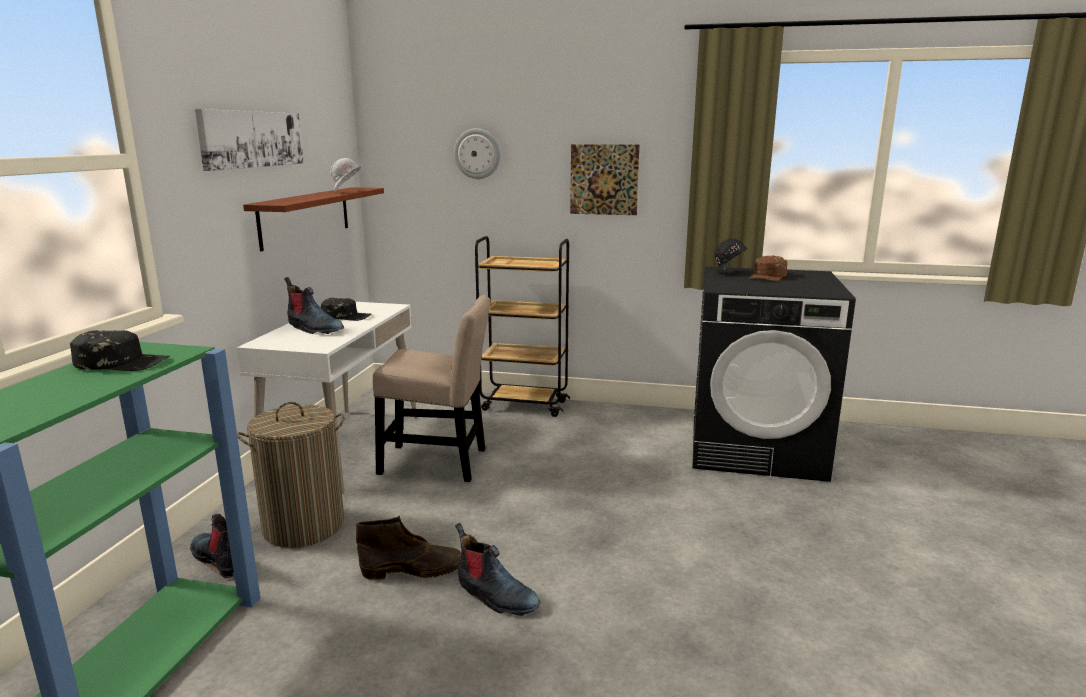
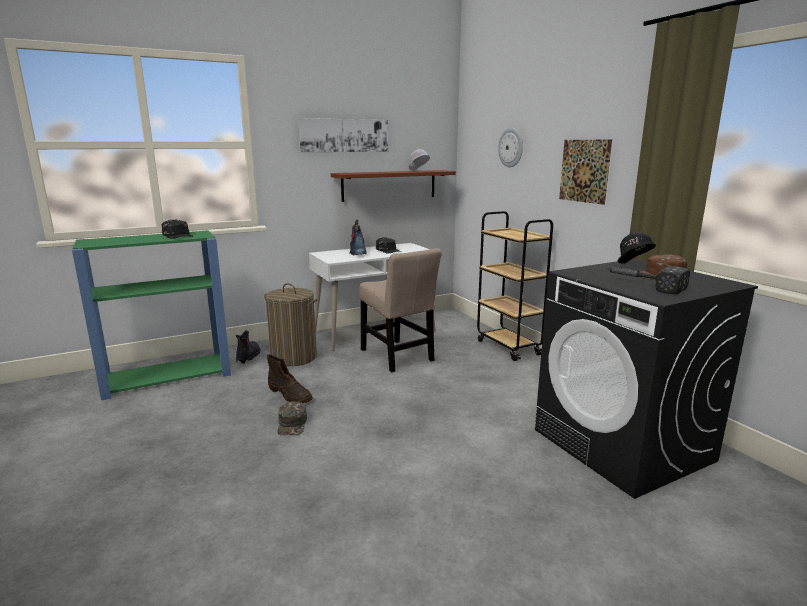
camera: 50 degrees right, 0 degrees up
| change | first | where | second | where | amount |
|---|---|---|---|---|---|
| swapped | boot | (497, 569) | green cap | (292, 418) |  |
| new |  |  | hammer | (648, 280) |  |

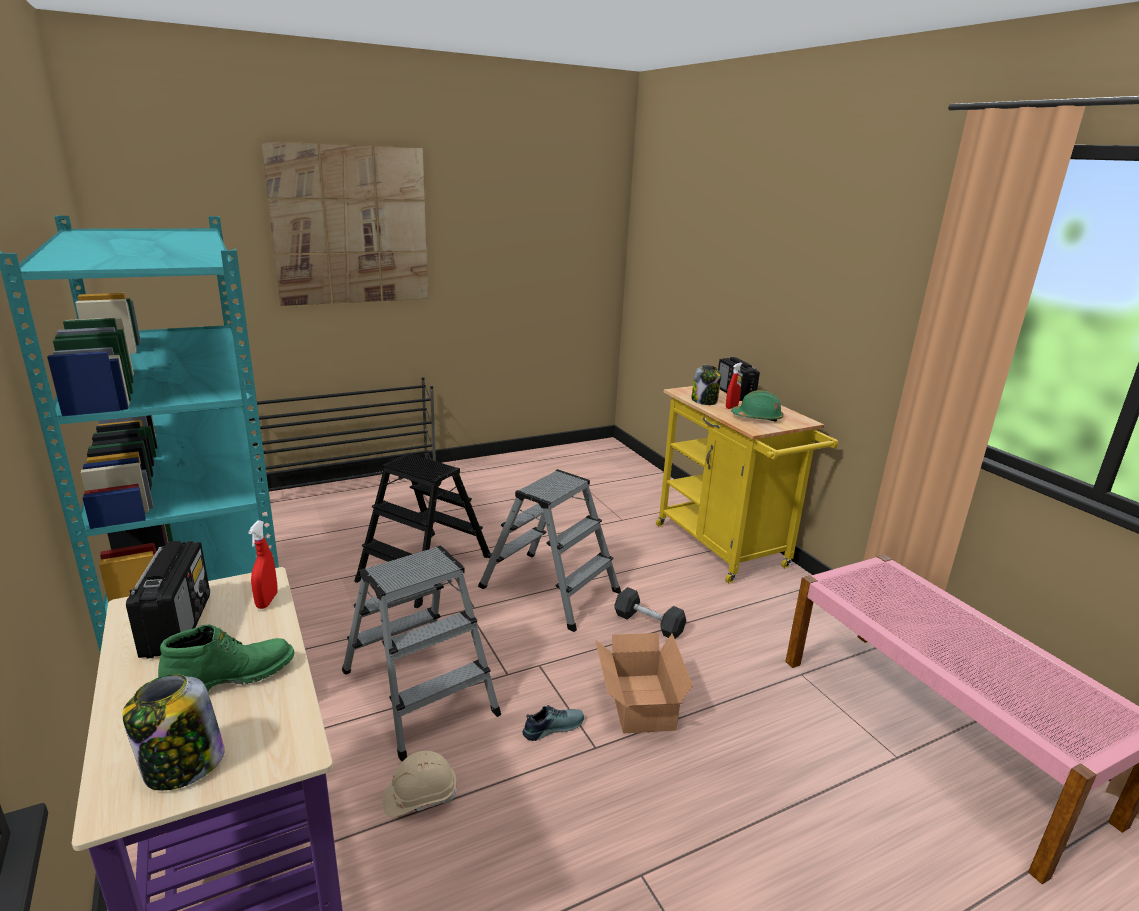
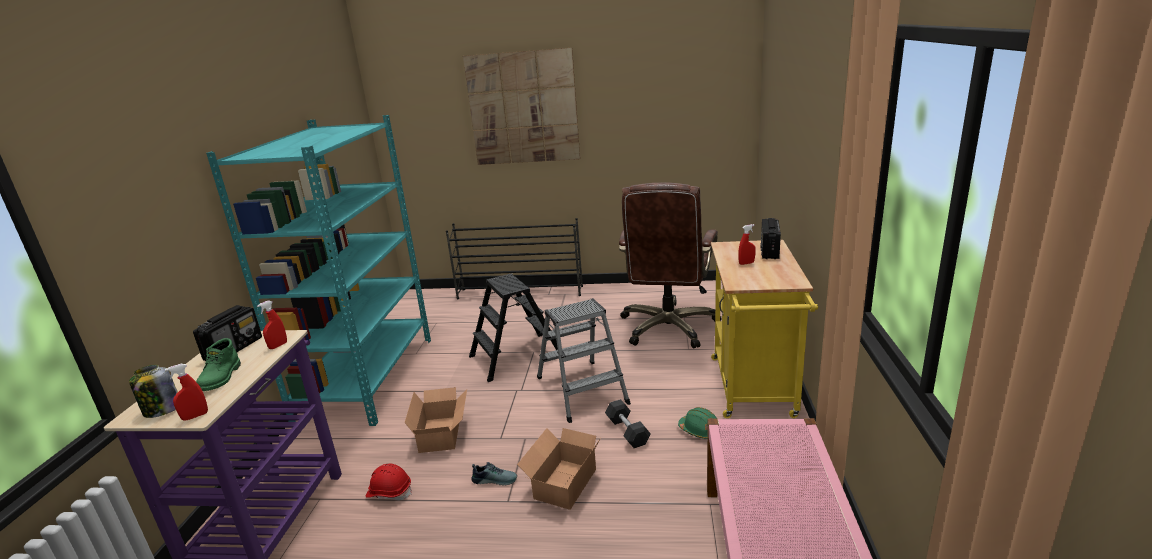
camera: 35 degrees right, 0 degrees up
| change | first | where | second | where | amount |
|---|---|---|---|---|---|
| gone | jar | (706, 385) |  |  |  |
| shifted | green hard hat | (757, 406) |  | (697, 423) |  |
| swapped | grey step ladder | (421, 653) | cardboard box | (435, 420) |  |
| rotated | green boot | (226, 658) |  | (218, 364) | 90 degrees clockwise |
| repainted | beige hard hat | (420, 784) | red hard hat | (388, 482) |  |
| new |  |  | brown office chair | (670, 265) |  |
| new |  |  | red spray bottle | (186, 392) |  |

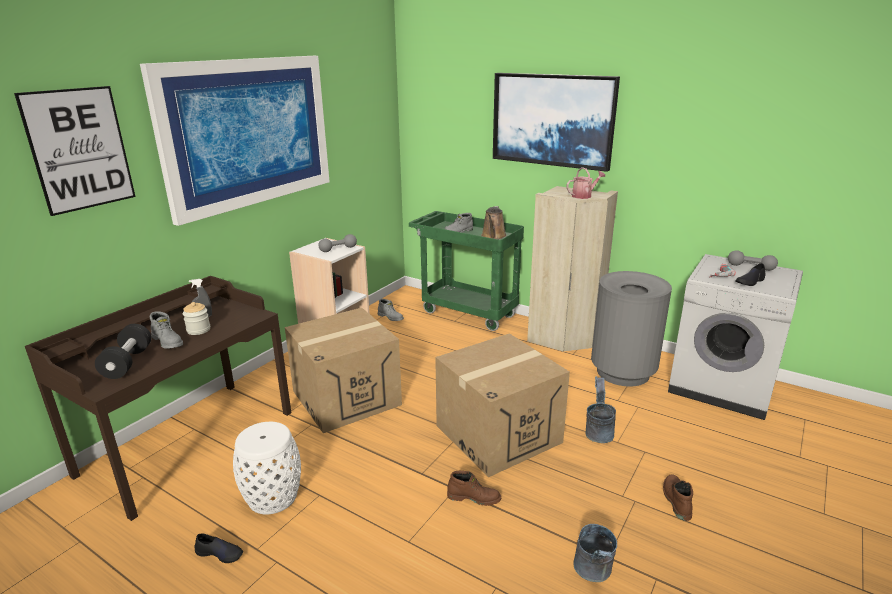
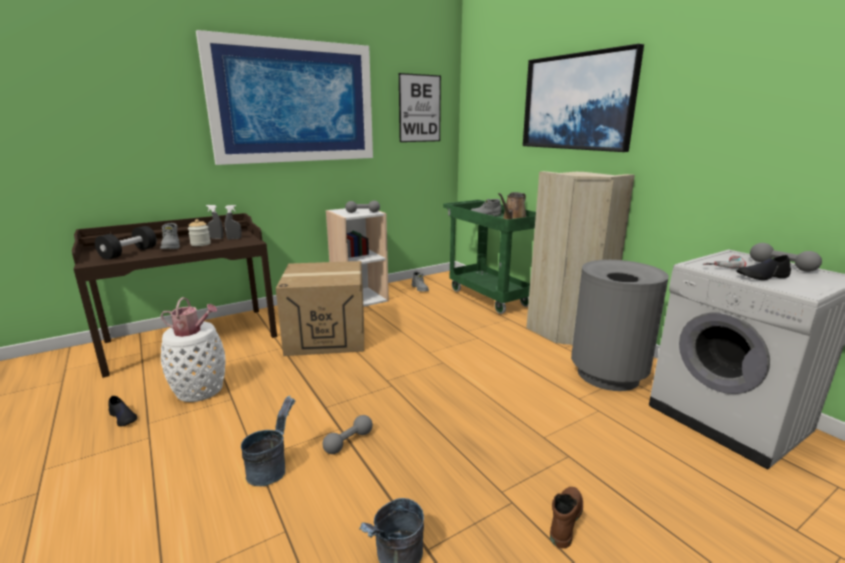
camera: 25 degrees right, 5 degrees down
| change | first | where | second | where | amount |
|---|---|---|---|---|---|
| shifted | picture | (75, 151) |  | (420, 107) |  |
| shifted | watering can | (586, 183) |  | (188, 317) |  |
| gone | cardboard box | (502, 405) |  |  |  |
| shifted | grey bucket | (600, 409) |  | (268, 441) |  |
| swapped | brown boot | (474, 488) | grey dumbbell | (348, 434) |  |
| new |  |  | grey spray bottle | (233, 222) |  |

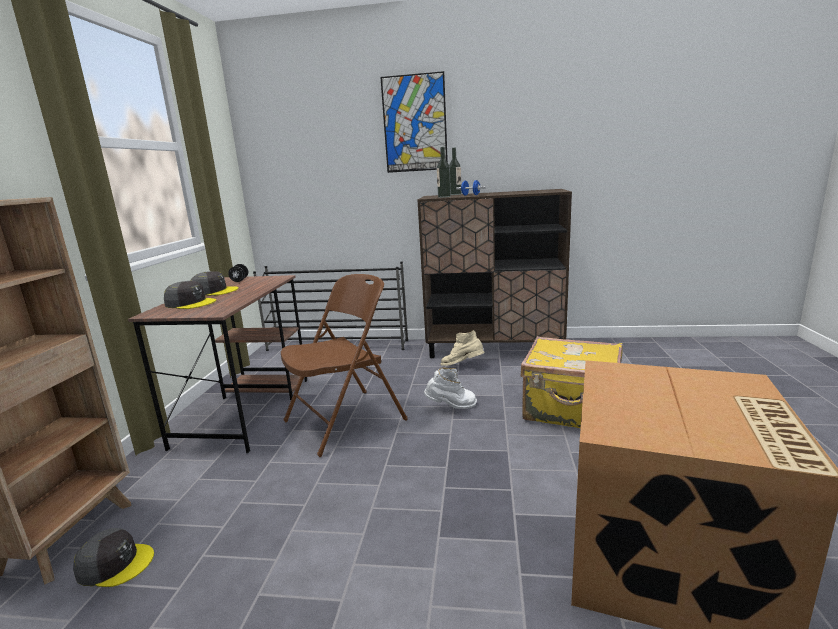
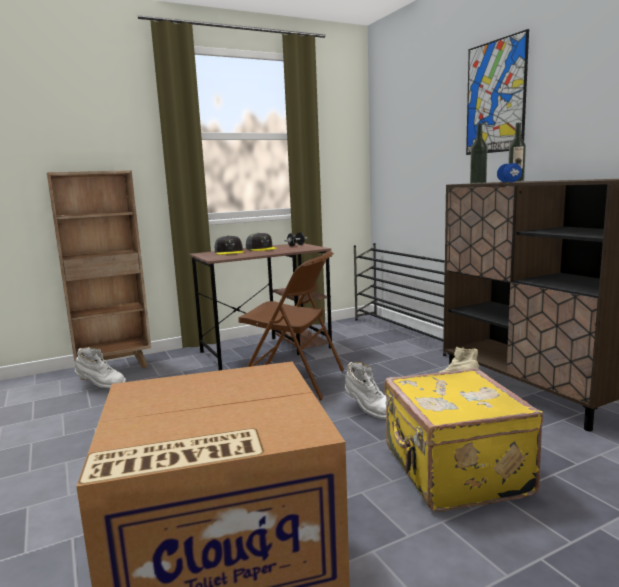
camera: 55 degrees right, 5 degrees down
| change | first | where | second | where | amount |
|---|---|---|---|---|---|
| swapped | grey cap | (113, 557) | white boot | (100, 367) |  |

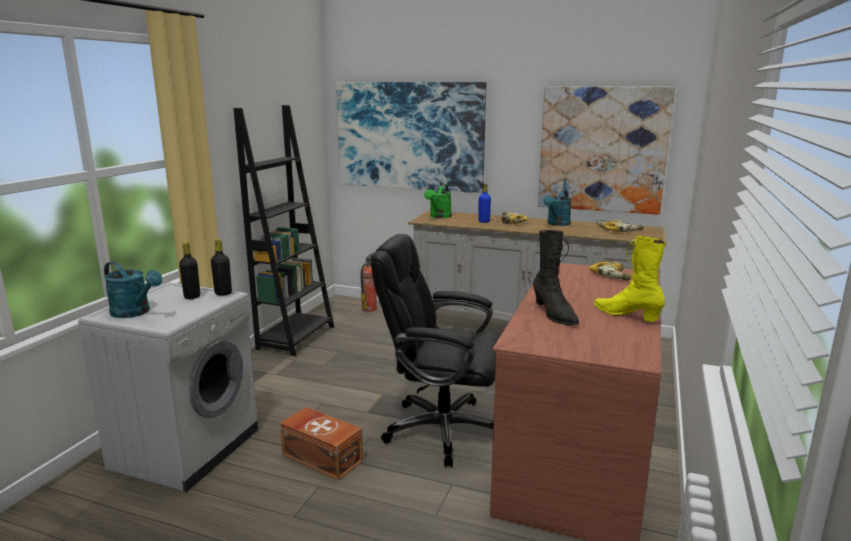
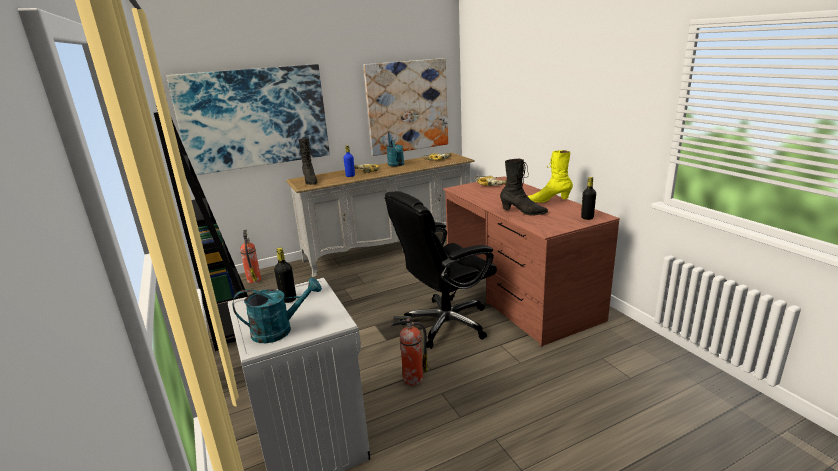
camera: 45 degrees left, 5 degrees up
| change | first | where | second | where | amount |
|---|---|---|---|---|---|
| swapped | green watering can | (438, 201) | black boot | (308, 161) |  |
| shifted | black bottle | (221, 267) |  | (588, 198) |  |
| swapped | brown storage box | (321, 444) | fire extinguisher | (409, 351) |  |

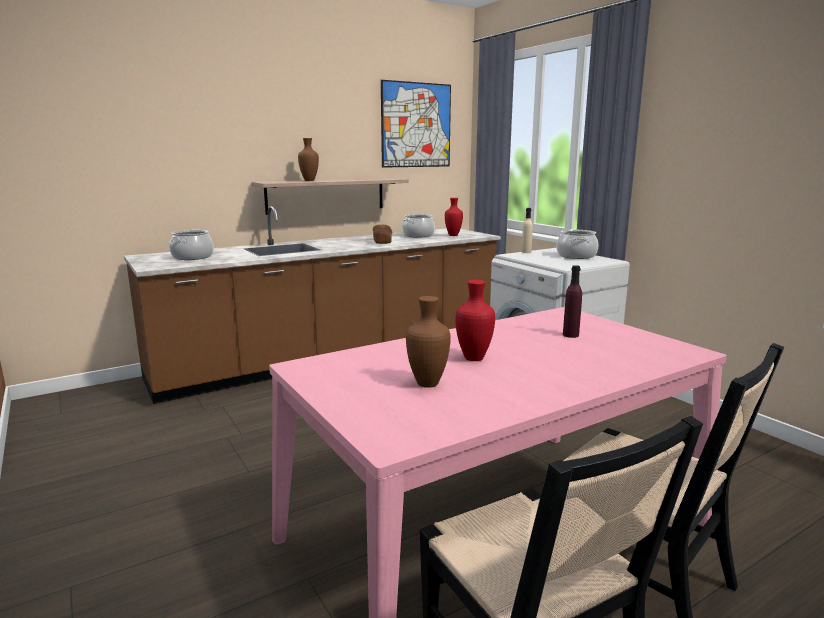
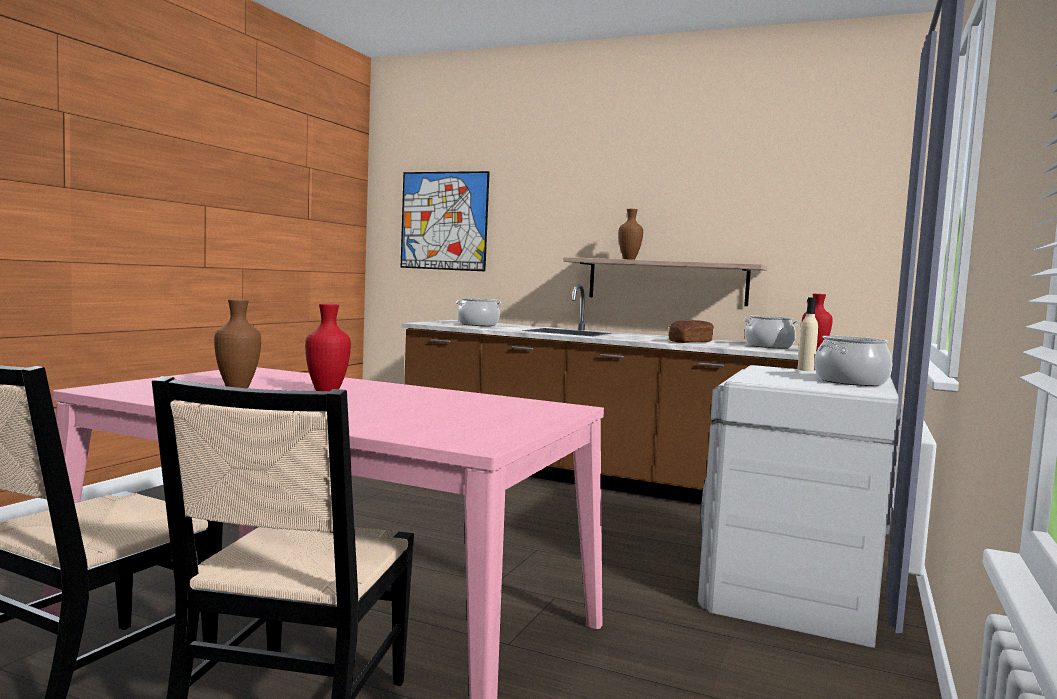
camera: 55 degrees right, 10 degrees down
| change | first | where | second | where | amount |
|---|---|---|---|---|---|
| shifted | picture | (416, 124) |  | (445, 221) |  |
| gone | purple bottle | (572, 301) |  |  |  |

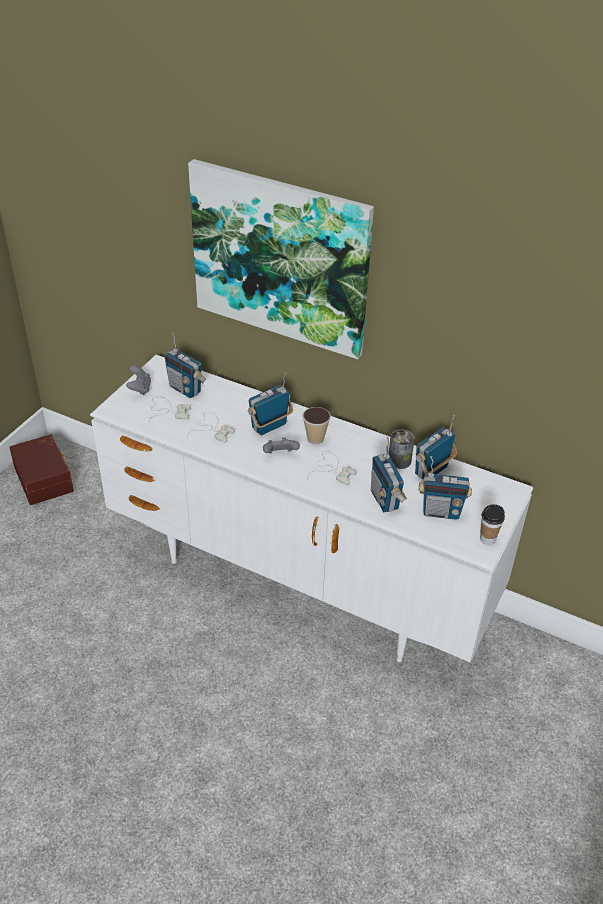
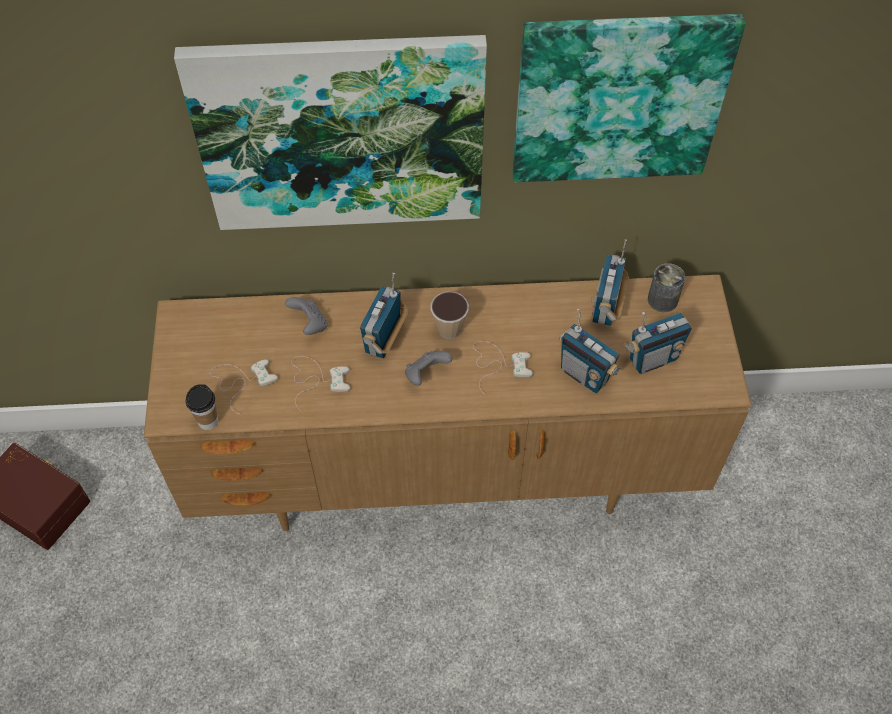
camera: 30 degrees left, 15 degrees up
| change | first | where | second | where | amount |
|---|---|---|---|---|---|
| gone | radio | (185, 365) |  |  |  |
| repainted | white dresser | (311, 508) | brown dresser | (448, 403) |  |
| shifted | grey game controller | (138, 380) |  | (306, 316) |  |
| shifted | can | (401, 449) |  | (666, 287) |  |
| shifted | cup | (492, 524) |  | (202, 407) |  |
| new |  |  | picture | (629, 98) |  |

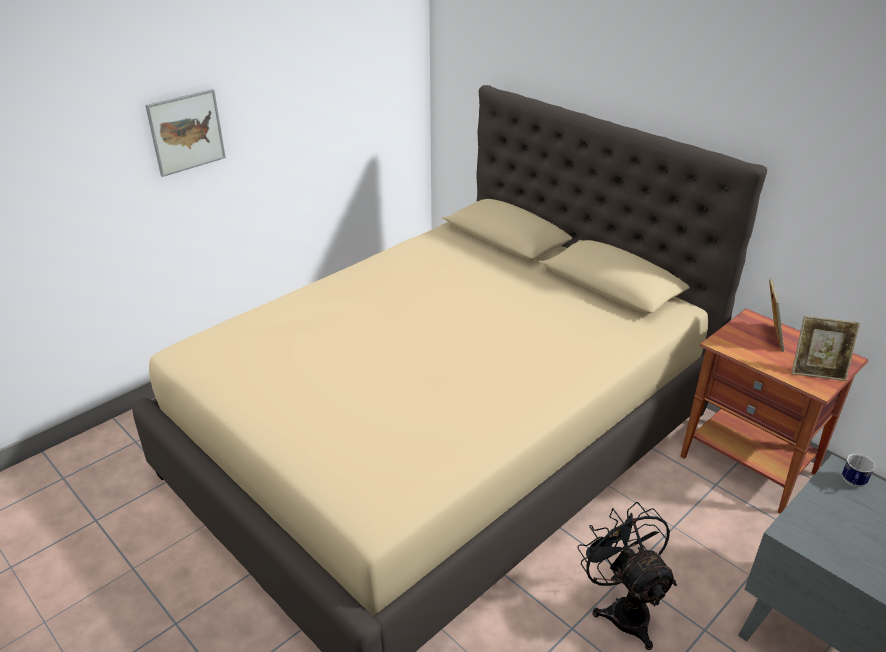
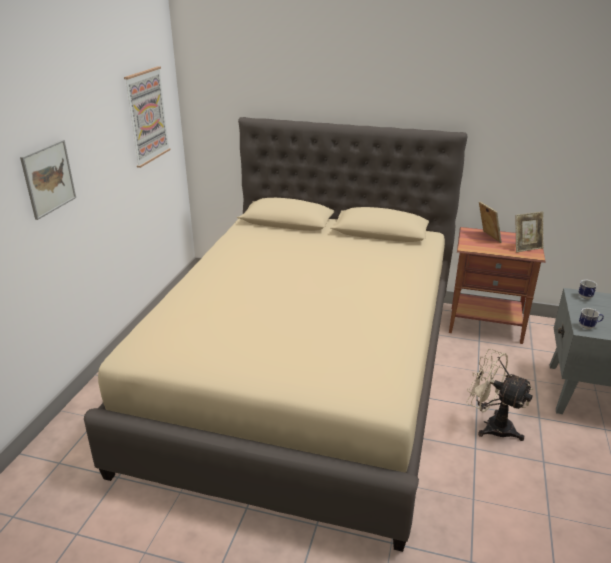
camera: 30 degrees left, 5 degrees down
| change | first | where | second | where | amount |
|---|---|---|---|---|---|
| repainted | black fan | (627, 576) | beige fan | (500, 395) |  |
| new |  |  | picture | (147, 117) |  |
| new |  |  | mug | (591, 318) |  |

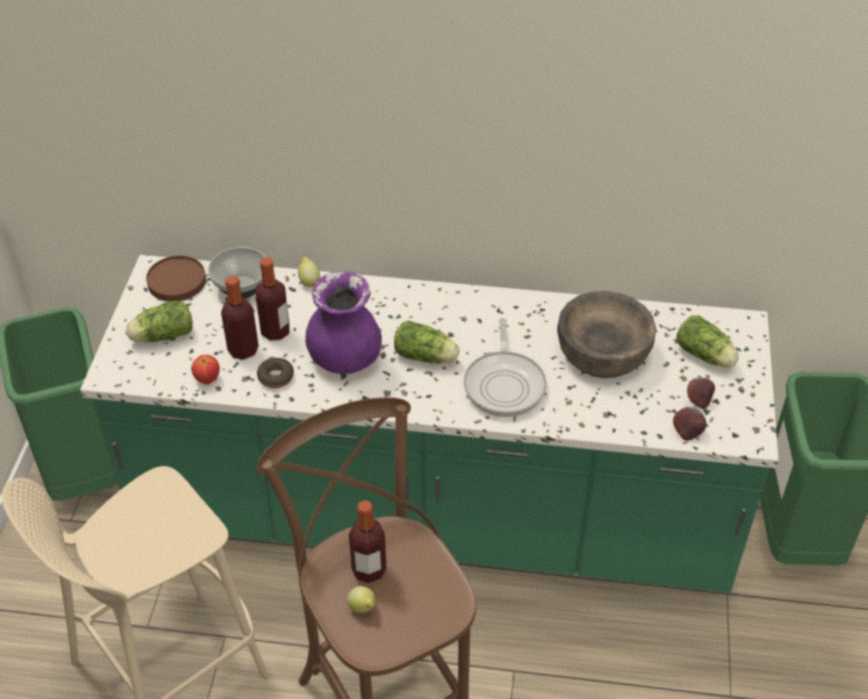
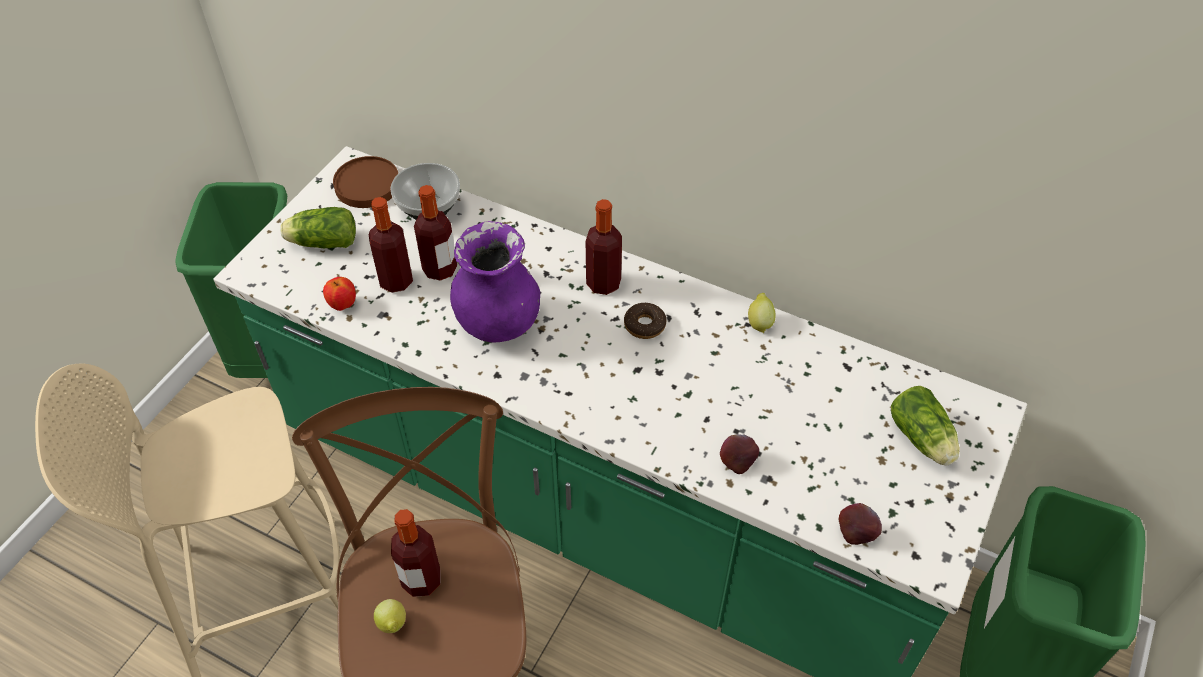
camera: 20 degrees right, 5 degrees up
| change | first | where | second | where | amount |
|---|---|---|---|---|---|
| shifted | lemon | (309, 272) |  | (762, 313) |  |
| gone | brown bowl | (606, 334) |  |  |  |
| gone | frying pan | (505, 367) |  |  |  |
| gone | lettuce | (426, 342) |  |  |  |
| shifted | donut | (275, 373) |  | (645, 321) |  |
| shifted | apple | (701, 393) |  | (739, 454) |  |
| new |  |  | bottle | (604, 247) |  |

